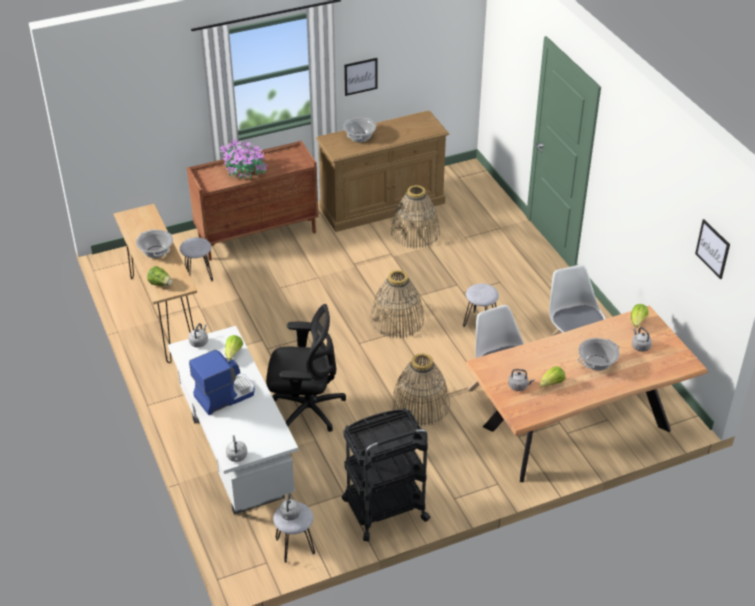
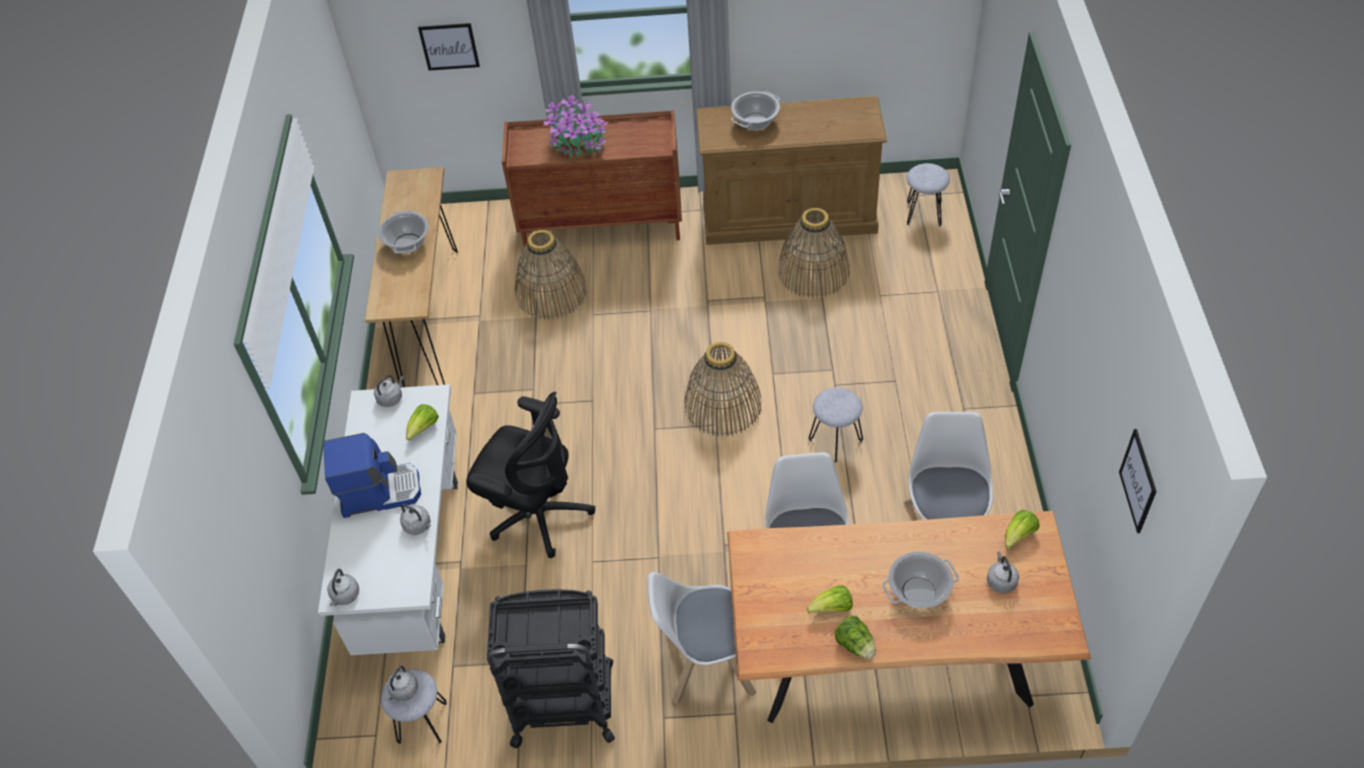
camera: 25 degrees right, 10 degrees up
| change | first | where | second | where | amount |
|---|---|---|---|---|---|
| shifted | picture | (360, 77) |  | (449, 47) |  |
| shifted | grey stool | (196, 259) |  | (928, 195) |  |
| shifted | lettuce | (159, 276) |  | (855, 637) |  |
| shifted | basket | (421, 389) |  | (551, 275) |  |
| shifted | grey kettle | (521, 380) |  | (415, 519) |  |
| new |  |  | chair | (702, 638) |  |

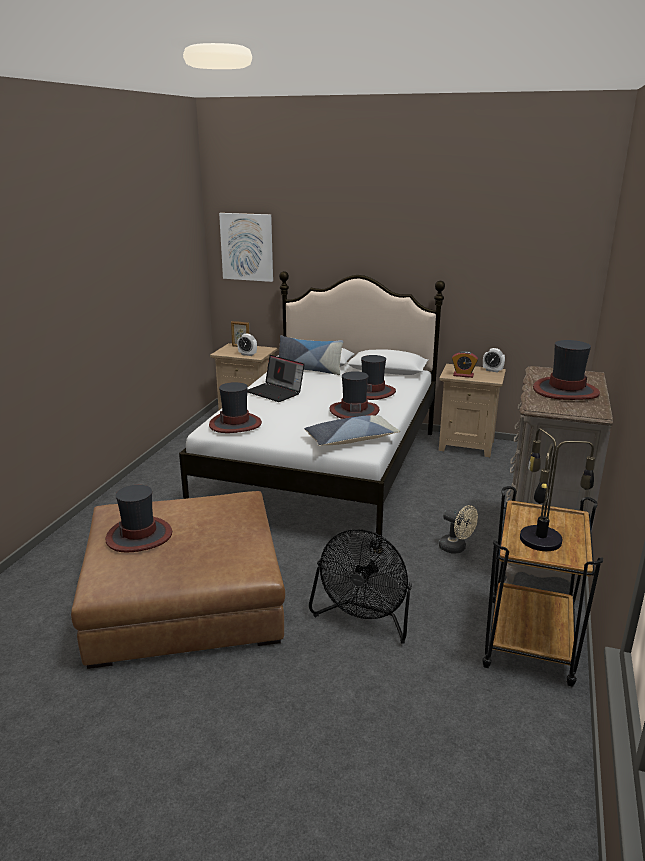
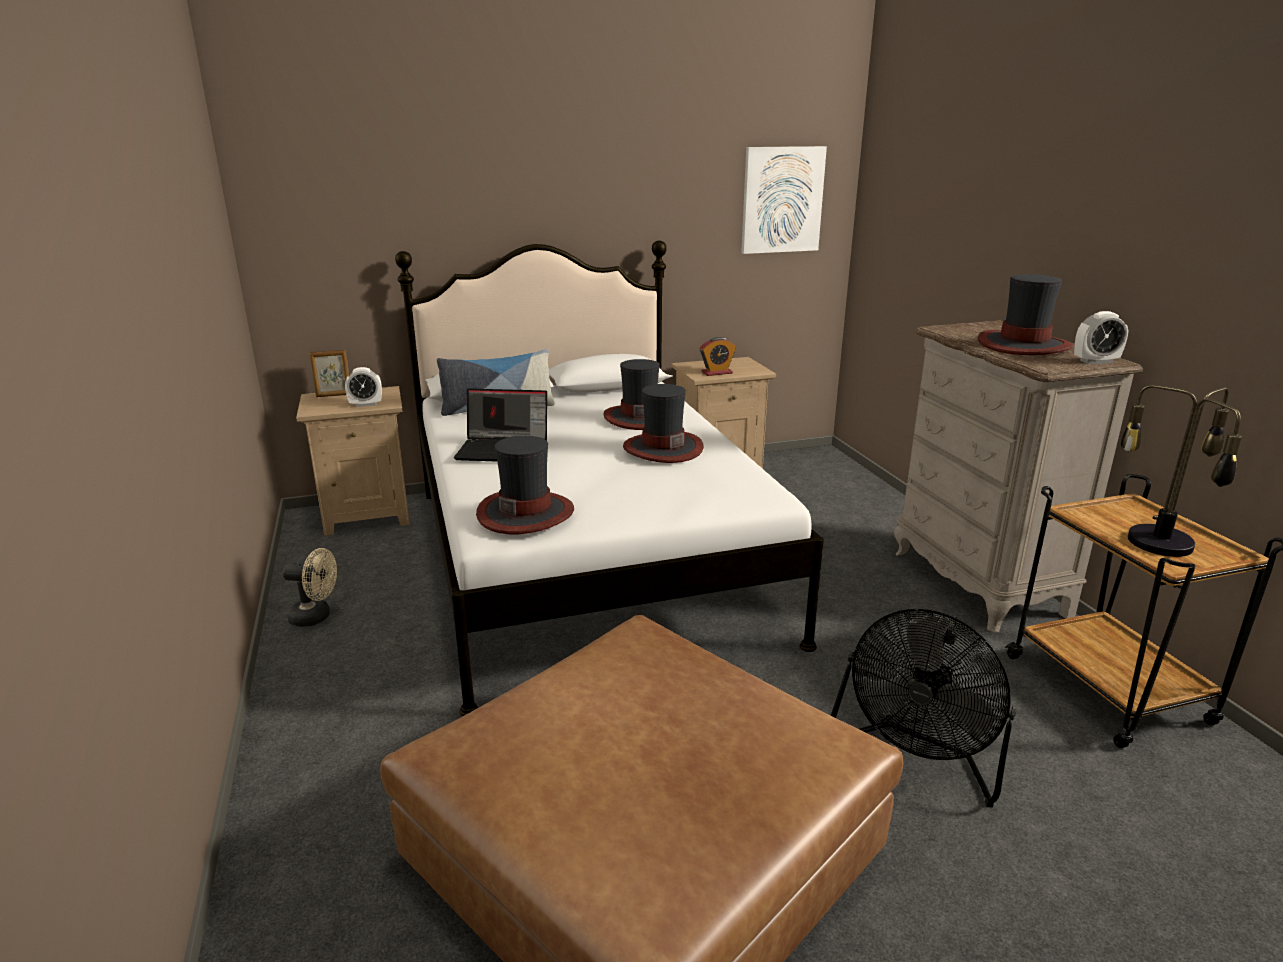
camera: 35 degrees left, 0 degrees up
| change | first | where | second | where | amount |
|---|---|---|---|---|---|
| shifted | picture | (246, 247) |  | (784, 200) |  |
| shifted | alarm clock | (494, 360) |  | (1101, 337) |  |
| gone | pillow | (352, 430) |  |  |  |
| gone | hat | (139, 519) |  |  |  |
| shifted | beige fan | (458, 529) |  | (310, 587) |  |
| rotated | black fan | (360, 586) |  | (923, 708) | 45 degrees clockwise |

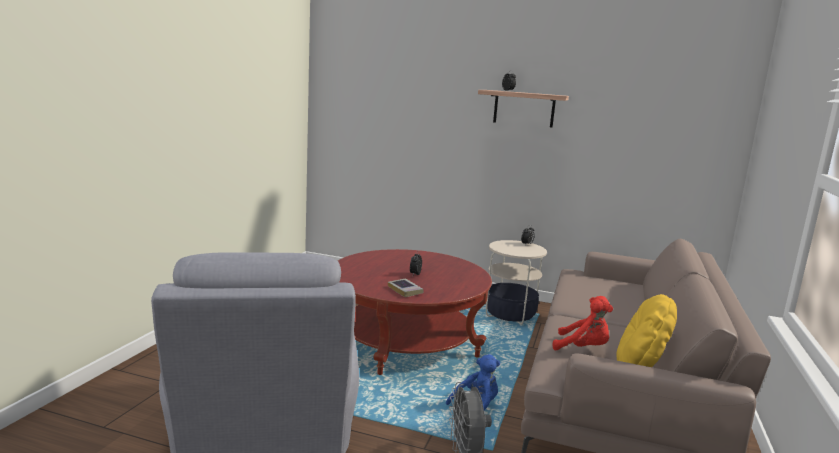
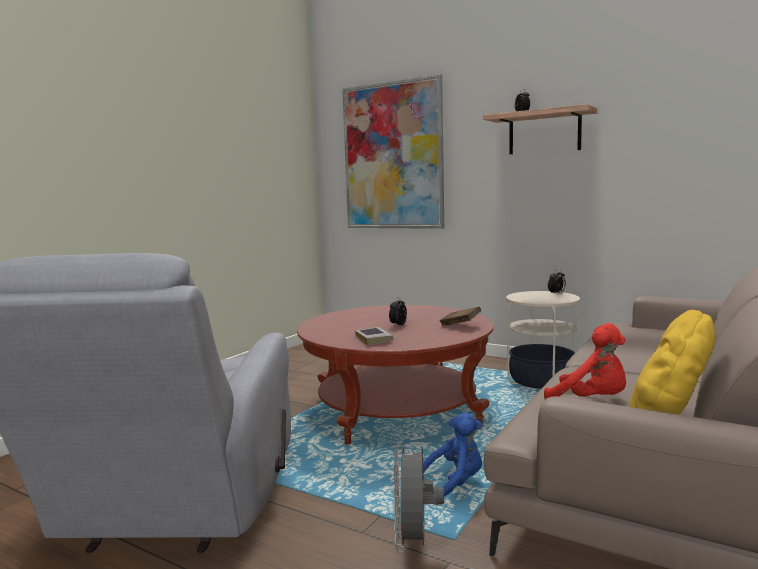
camera: 15 degrees right, 5 degrees down
| change | first | where | second | where | amount |
|---|---|---|---|---|---|
| new |  |  | picture | (393, 151) |  |
| new |  |  | brown book | (460, 316) |  |

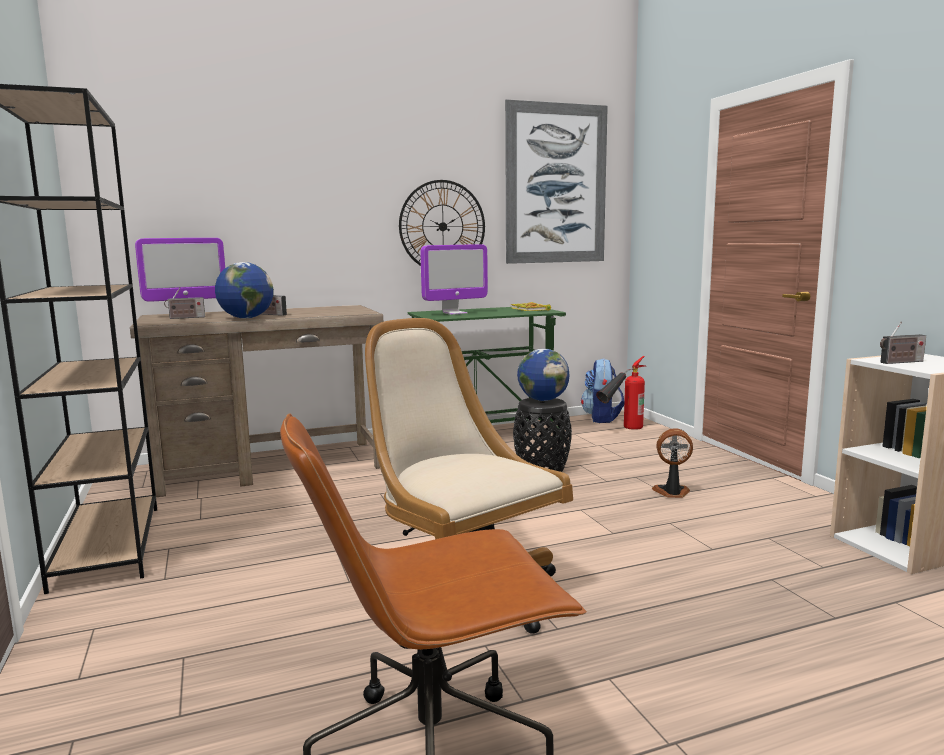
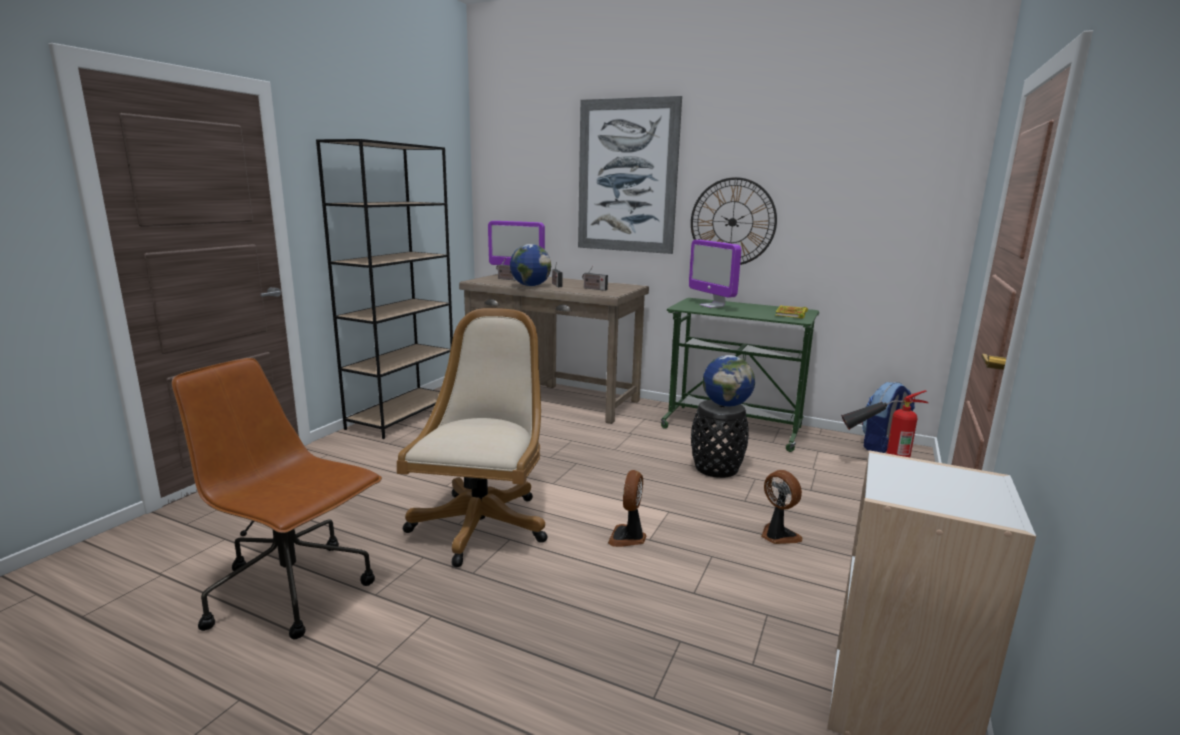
camera: 45 degrees right, 5 degrees up
| change | first | where | second | where | amount |
|---|---|---|---|---|---|
| shifted | picture | (556, 181) |  | (630, 175) |  |
| rotated | monitor | (454, 279) |  | (715, 274) | 45 degrees clockwise |
| shifted | radio | (903, 343) |  | (595, 278) |  |
| new |  |  | fan | (627, 508) |  |

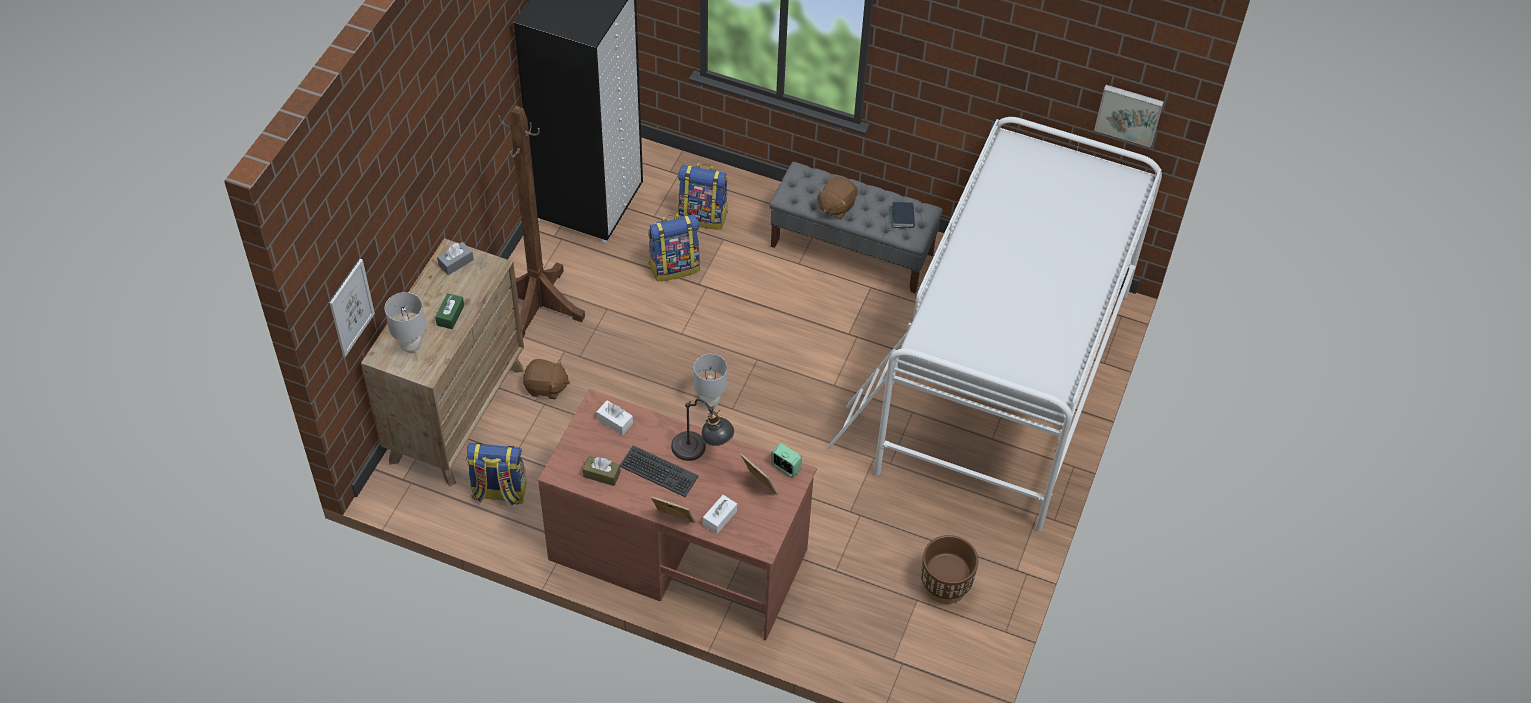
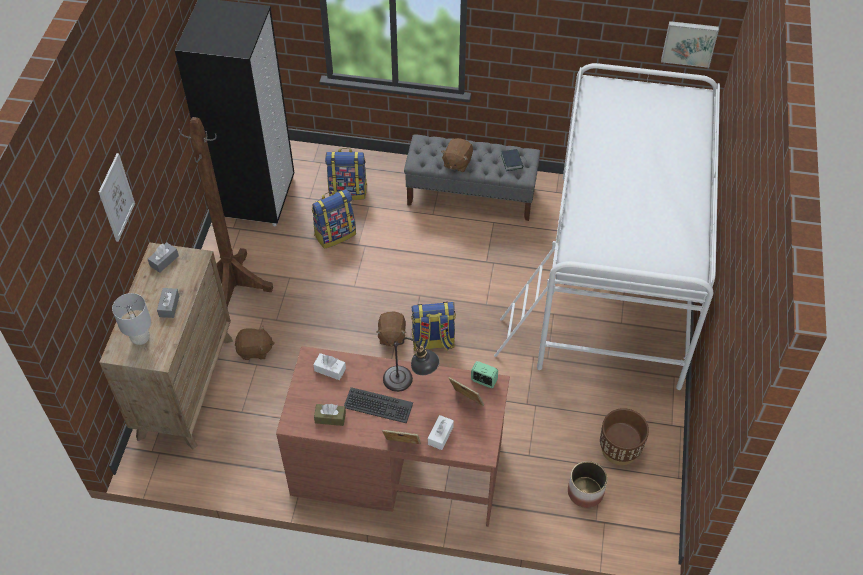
camera: 10 degrees left, 0 degrees up
| change | first | where | second | where | amount |
|---|---|---|---|---|---|
| shifted | picture | (352, 308) |  | (117, 197) |  |
| repainted | green tissue box | (449, 311) | grey tissue box | (168, 303) |  |
| swapped | grey table lamp | (710, 380) | brown plush toy | (391, 329) |  |
| shifted | backpack | (496, 474) |  | (433, 326) |  |
| new |  |  | planter | (587, 484) |  |

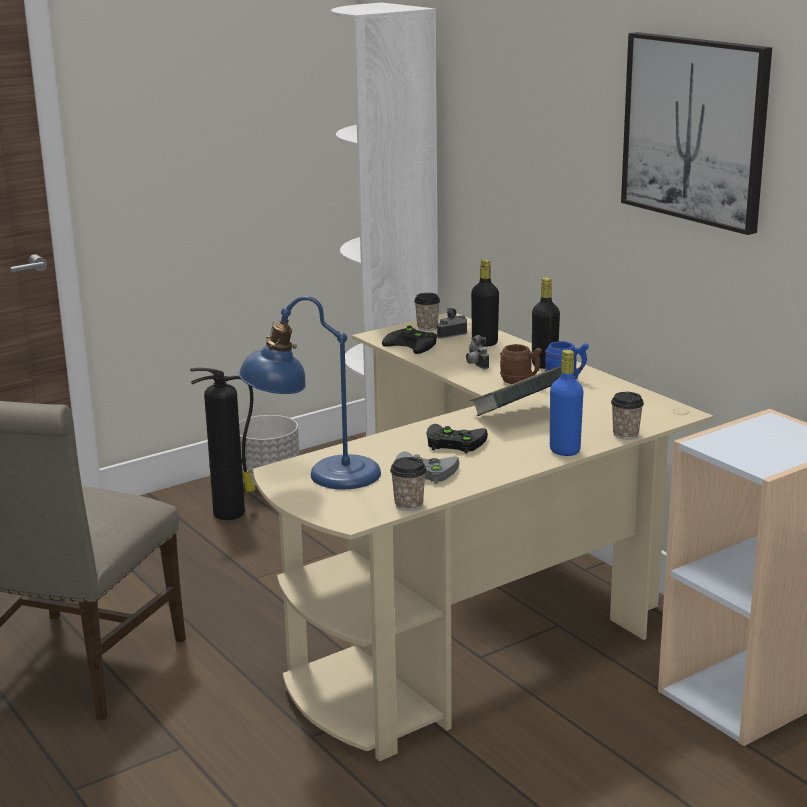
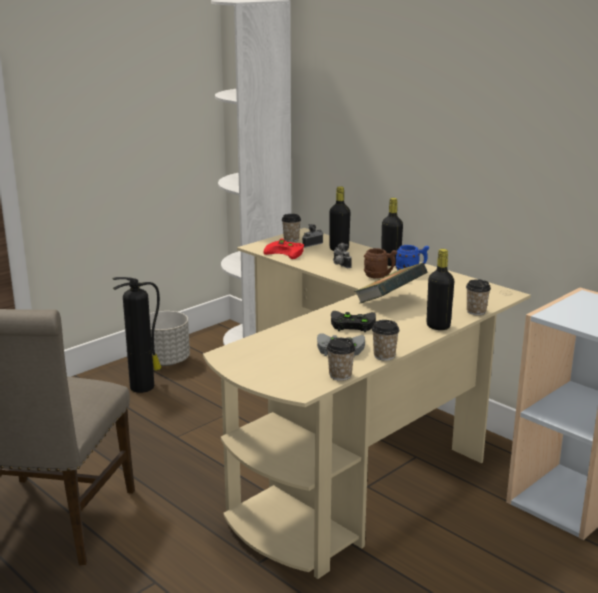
camera: 10 degrees left, 0 degrees up
| change | first | where | second | where | amount |
|---|---|---|---|---|---|
| gone | picture | (696, 133) |  |  |  |
| gone | blue table lamp | (310, 392) |  |  |  |
| repainted | black game controller | (409, 340) | red game controller | (284, 248) |  |
| repainted | blue bottle | (566, 403) | black bottle | (440, 289) |  |
| new |  |  | cup | (385, 340) |  |

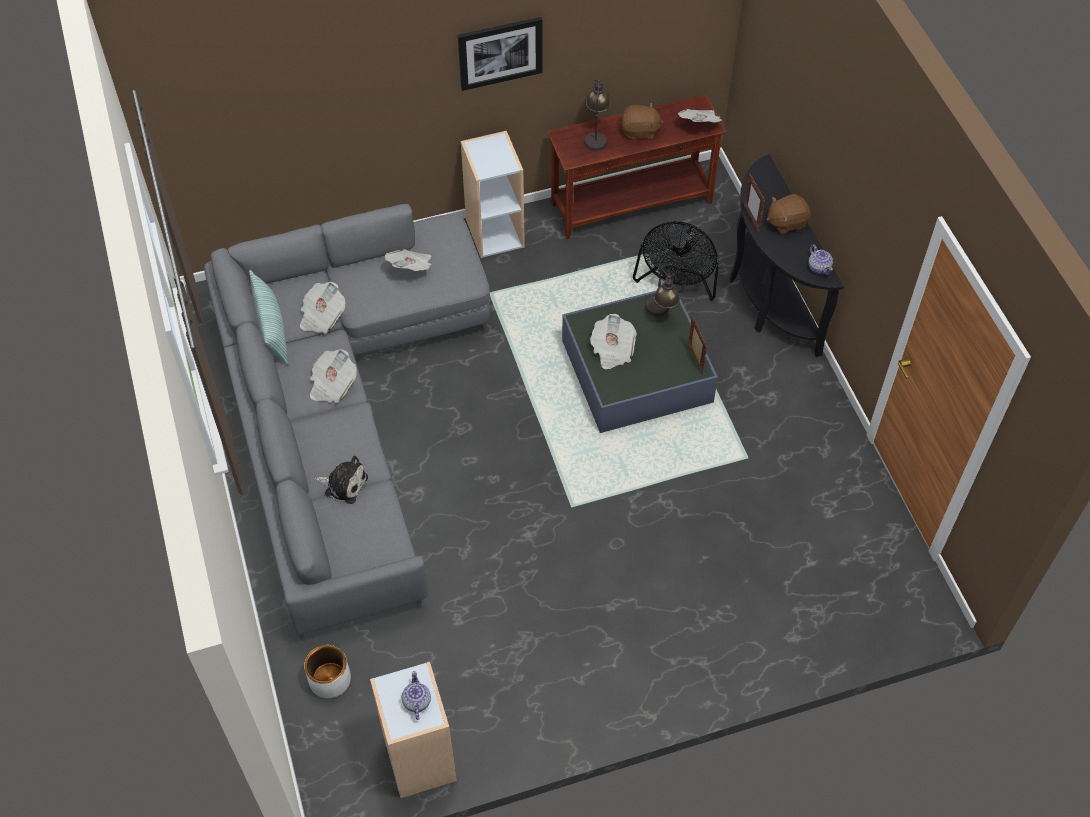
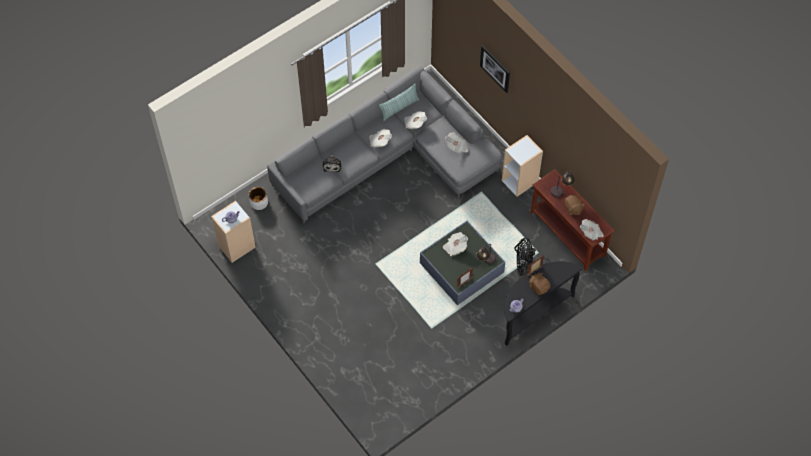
camera: 70 degrees right, 5 degrees up
| change | first | where | second | where | amount |
|---|---|---|---|---|---|
| shifted | picture | (500, 54) |  | (495, 69) |  |

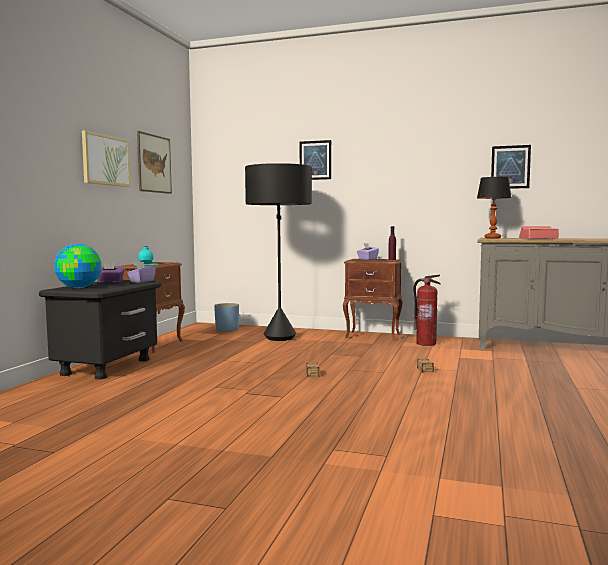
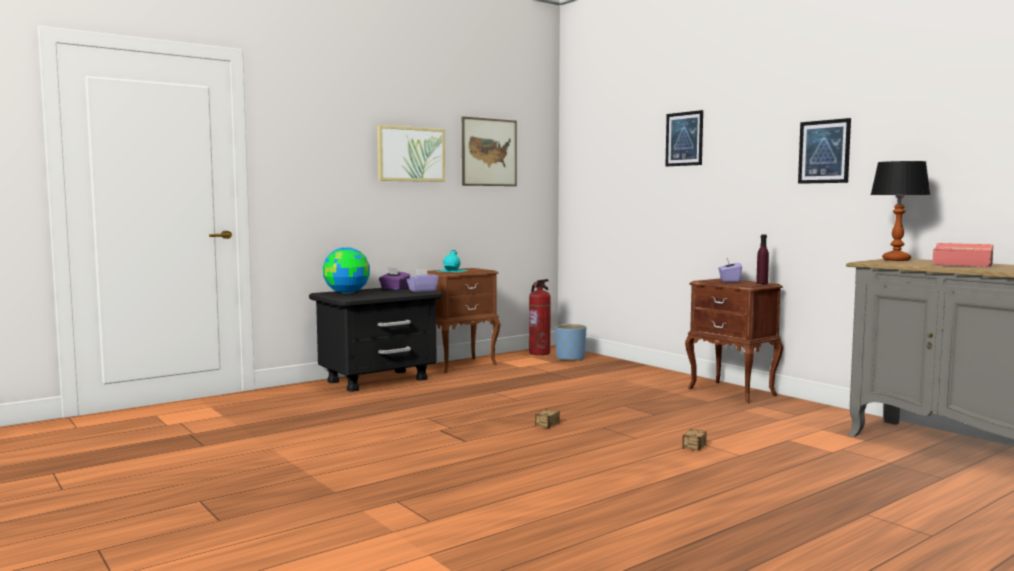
camera: 35 degrees right, 0 degrees up
| change | first | where | second | where | amount |
|---|---|---|---|---|---|
| shifted | picture | (511, 167) |  | (824, 151) |  |
| gone | black floor lamp | (278, 252) |  |  |  |
| shifted | fire extinguisher | (427, 310) |  | (540, 317) |  |

